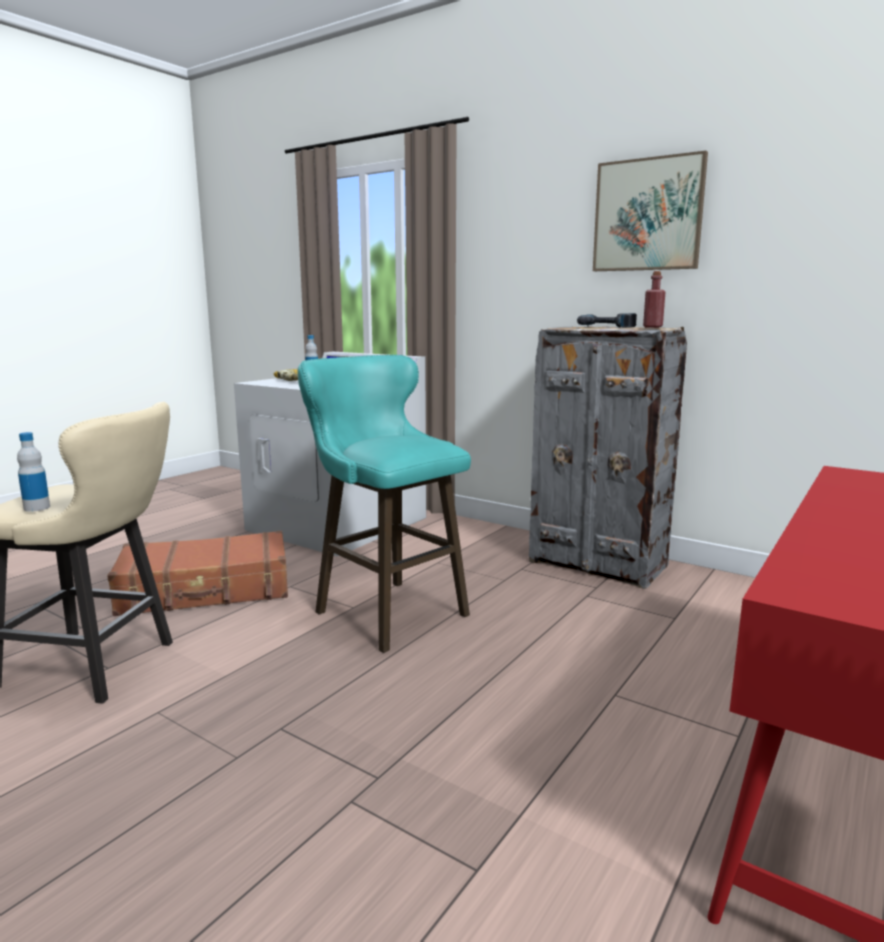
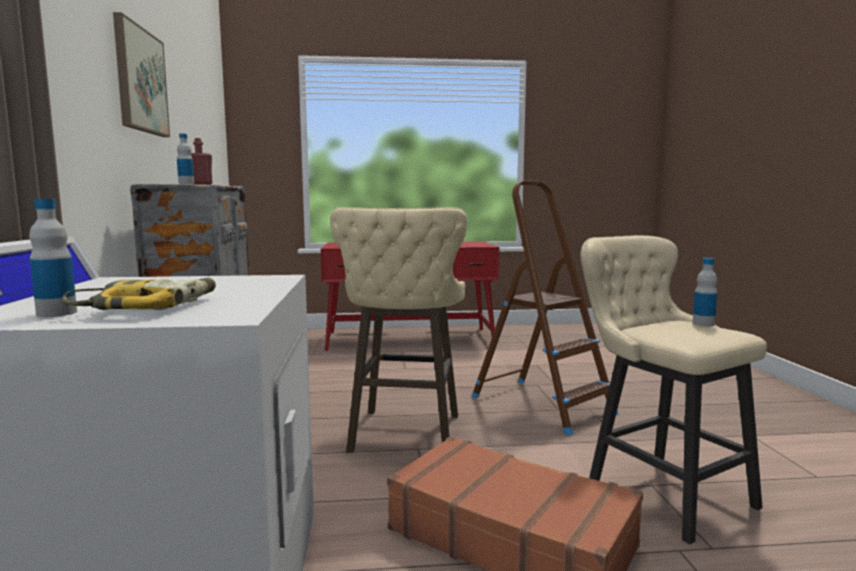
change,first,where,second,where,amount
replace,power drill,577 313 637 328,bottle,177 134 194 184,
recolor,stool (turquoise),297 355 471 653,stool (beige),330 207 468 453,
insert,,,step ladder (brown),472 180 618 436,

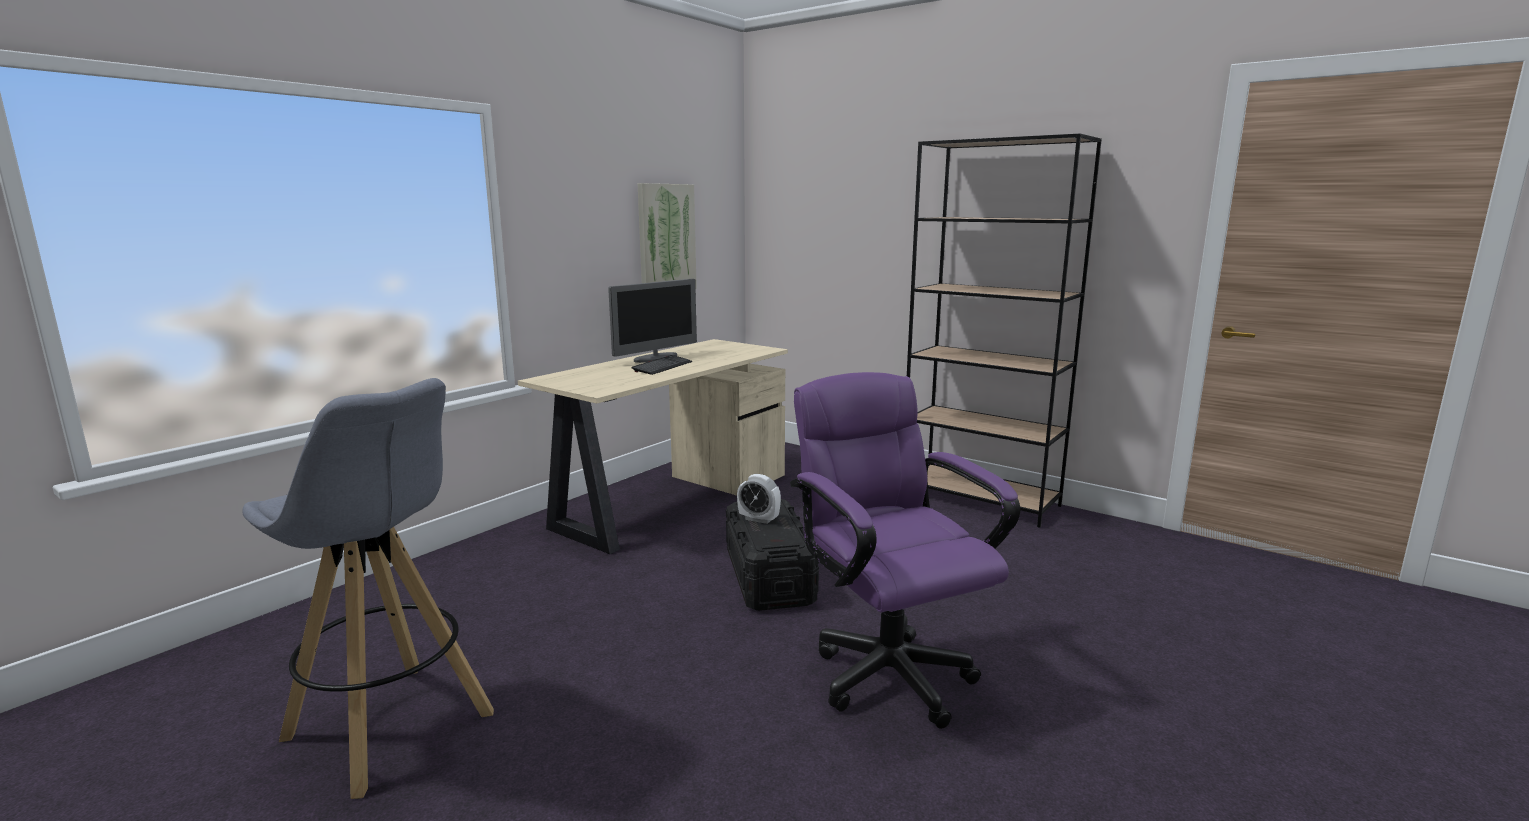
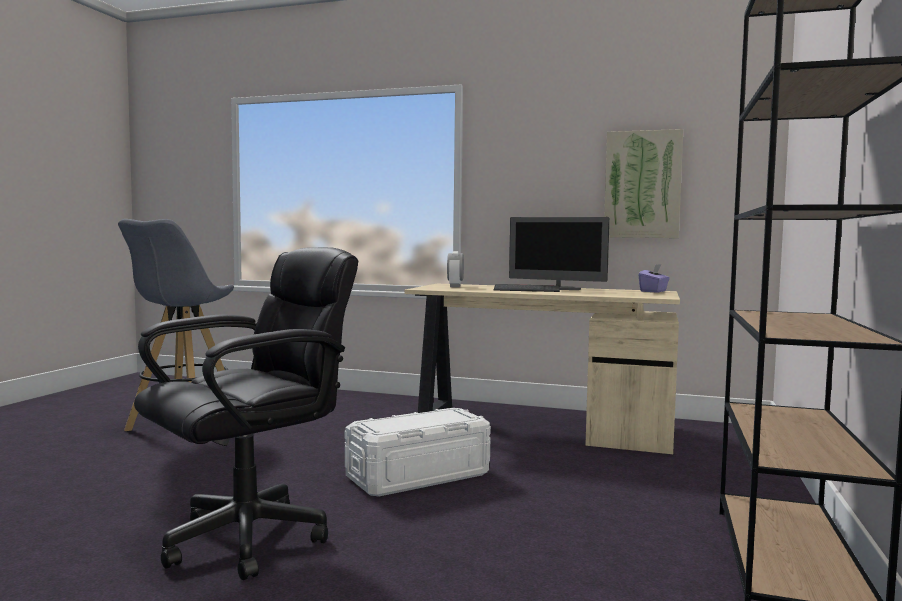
change,first,where,second,where,amount
recolor,office chair (purple),790 372 1020 729,office chair (black),134 247 358 580,
move,alarm clock,737 474 781 524,,447 251 464 287,
recolor,storage box (black),726 499 819 611,storage box (white),345 408 491 496,
insert,,,tissue box (purple),639 264 670 293,

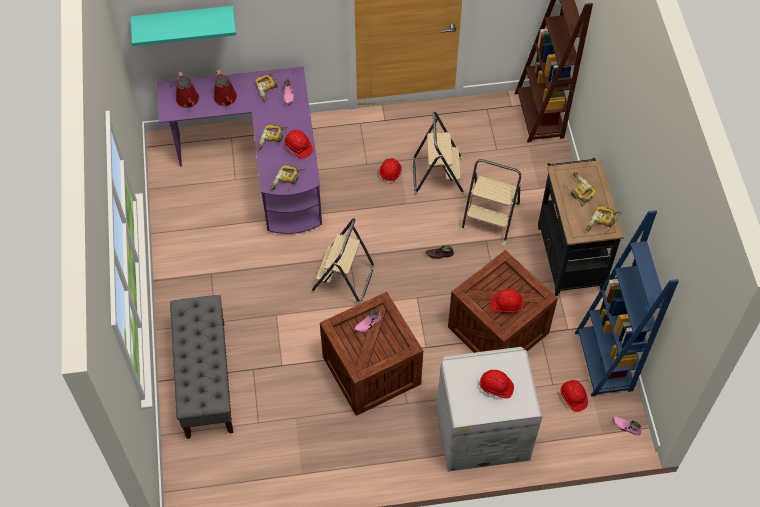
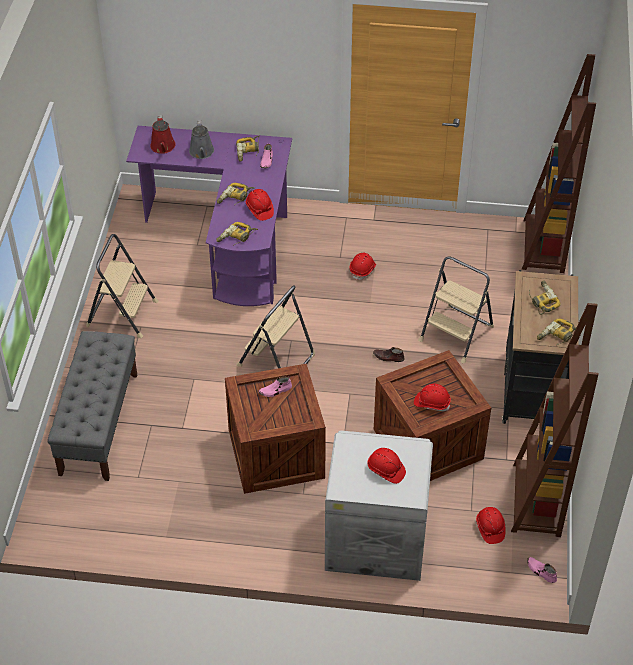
change,first,where,second,where,amount
delete,shelf (turquoise),131 6 236 46,,,
recolor,watering can (red),214 70 237 106,watering can (grey),189 120 214 159,
move,step ladder (beige),413 112 466 195,,86 234 159 338,
recolor,bookcase (blue),575 210 679 397,bookcase (brown),511 303 598 537,

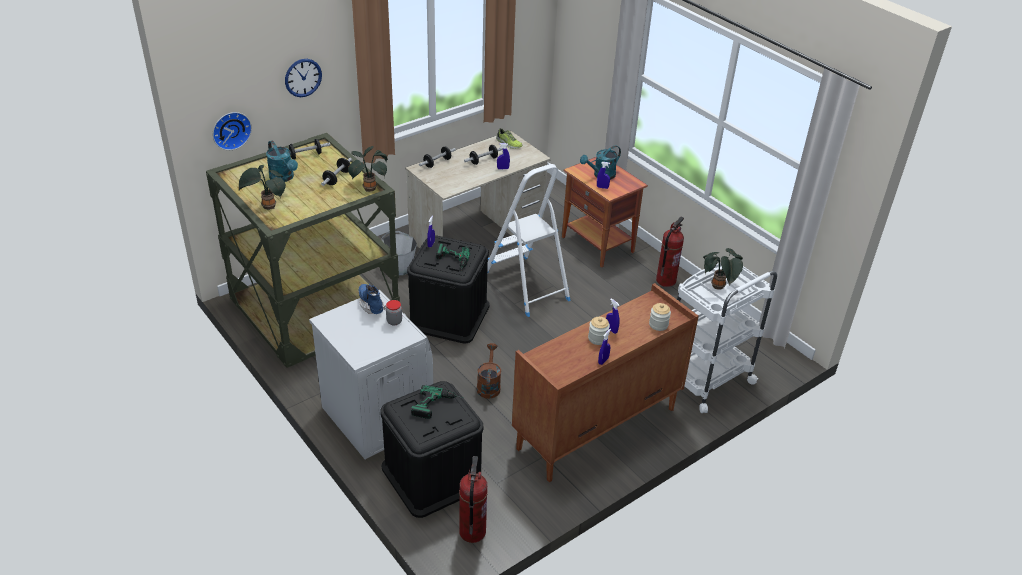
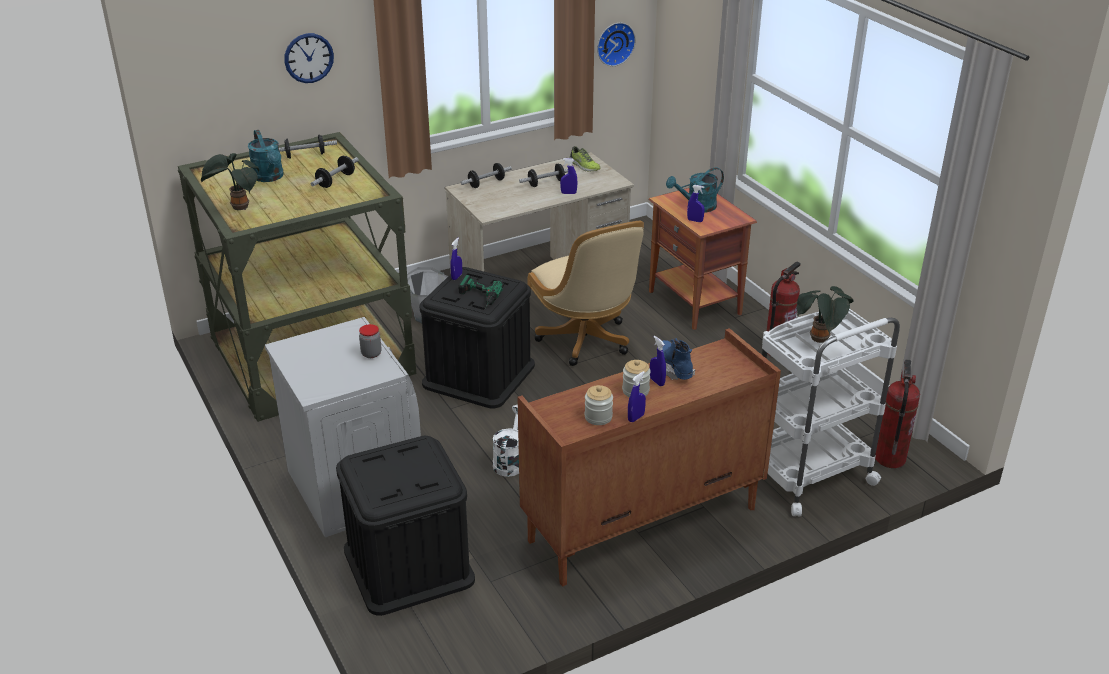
change,first,where,second,where,amount
move,wall clock,213 112 252 150,,597 22 636 66,
delete,potted plant,348 146 388 192,,,
replace,step ladder (white),487 164 570 317,office chair (beige),528 220 644 366,
move,boot (blue),359 284 386 314,,657 338 695 380,
move,jar,649 303 671 331,,584 385 613 425,
recolor,watering can (brown),477 343 501 399,watering can (white),493 405 519 477,
delete,power drill,411 385 464 419,,,
move,fire extinguisher,459 456 488 543,,875 359 920 468,

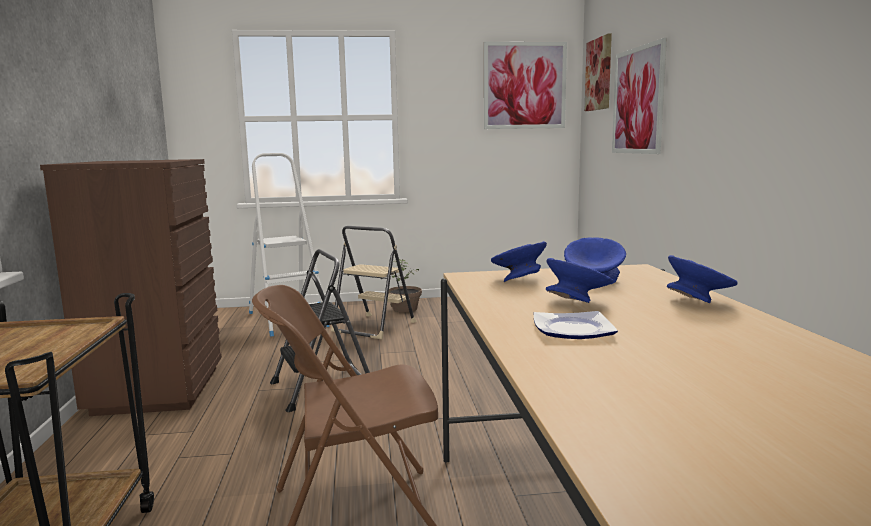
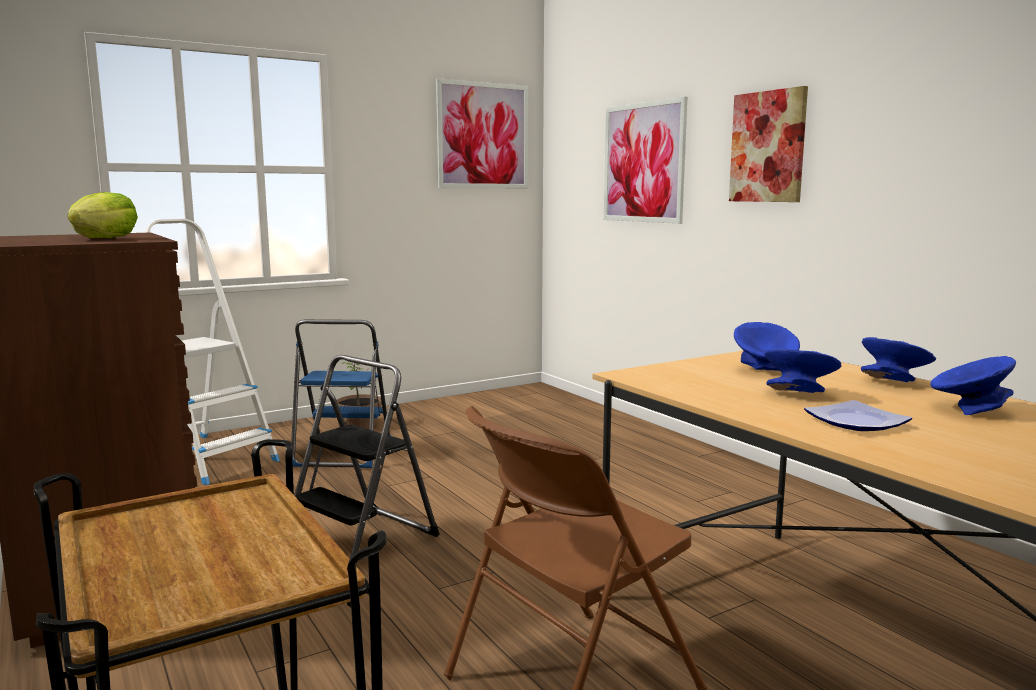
change,first,where,second,where,amount
move,picture,585 33 612 111,,729 86 808 202,
recolor,step ladder (beige),331 226 417 339,step ladder (blue),291 319 391 468,
move,bowl (blue),491 241 547 282,,930 356 1016 415,
insert,,,lettuce,68 192 138 238,

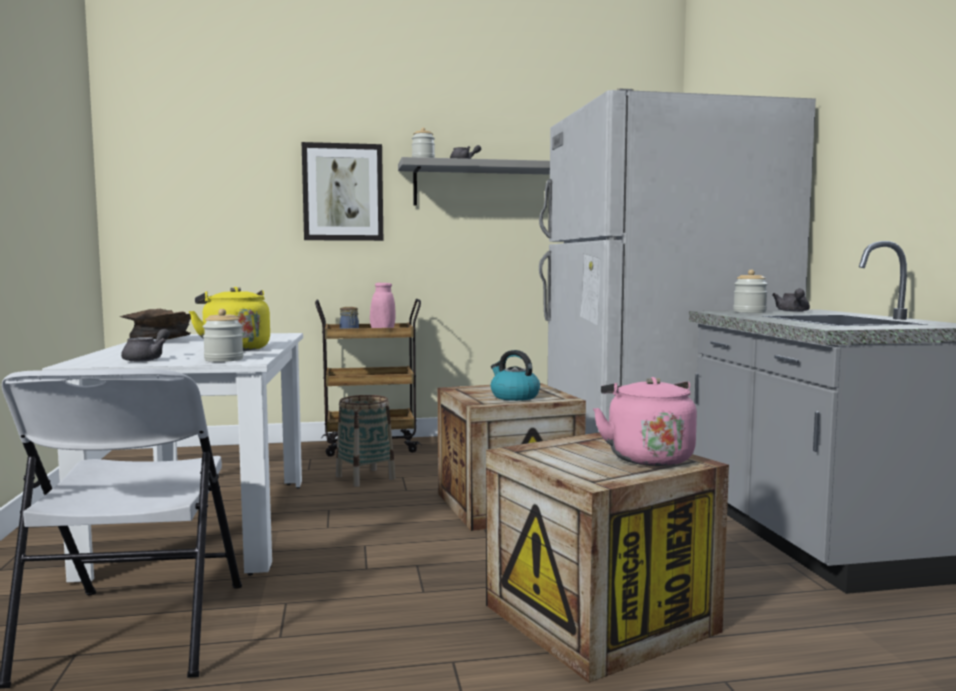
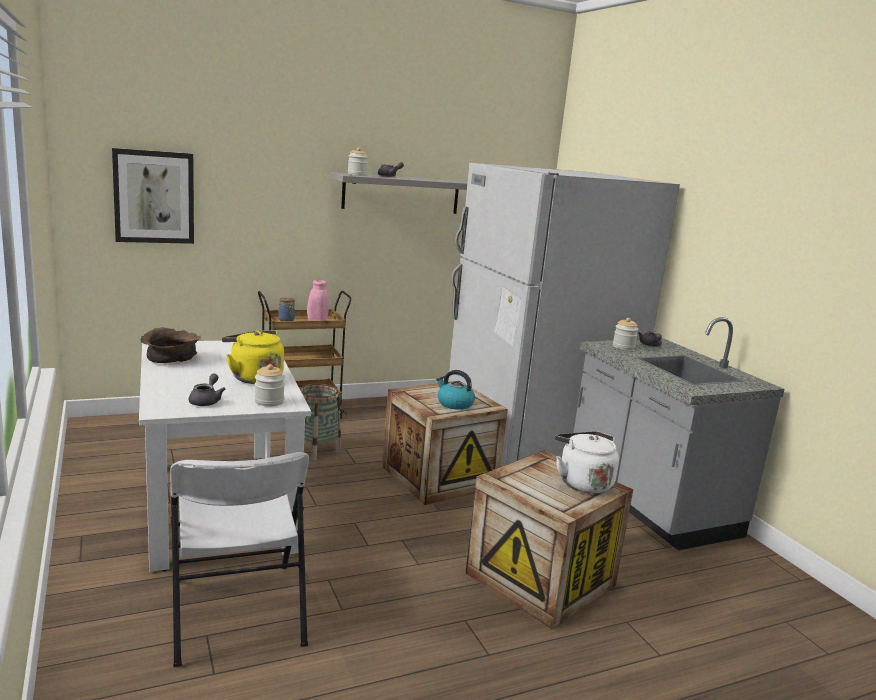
change,first,where,second,where,amount
move,picture,302 142 383 241,,112 148 194 244,
recolor,kettle (pink),593 377 697 466,kettle (white),555 431 619 494,

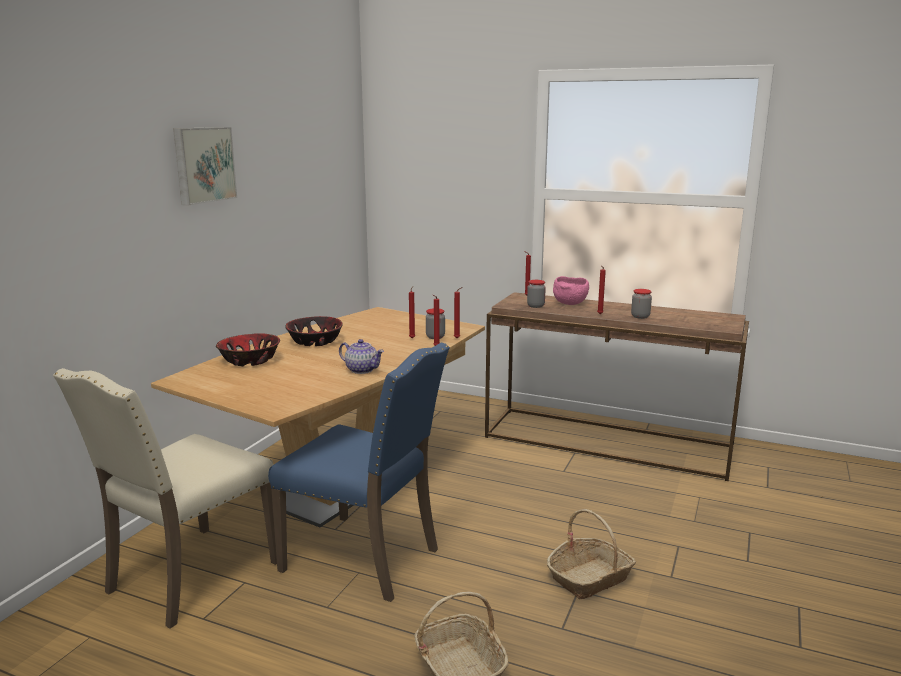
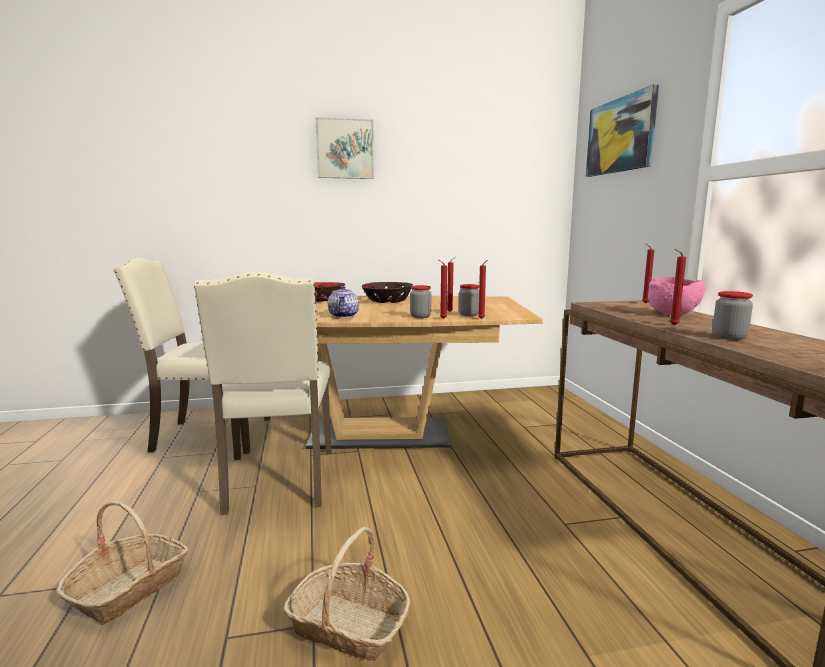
change,first,where,second,where,amount
move,jar,527 280 546 308,,410 285 431 318,
recolor,chair (blue),268 343 450 602,chair (beige),194 271 332 515,
insert,,,picture,586 84 659 177,

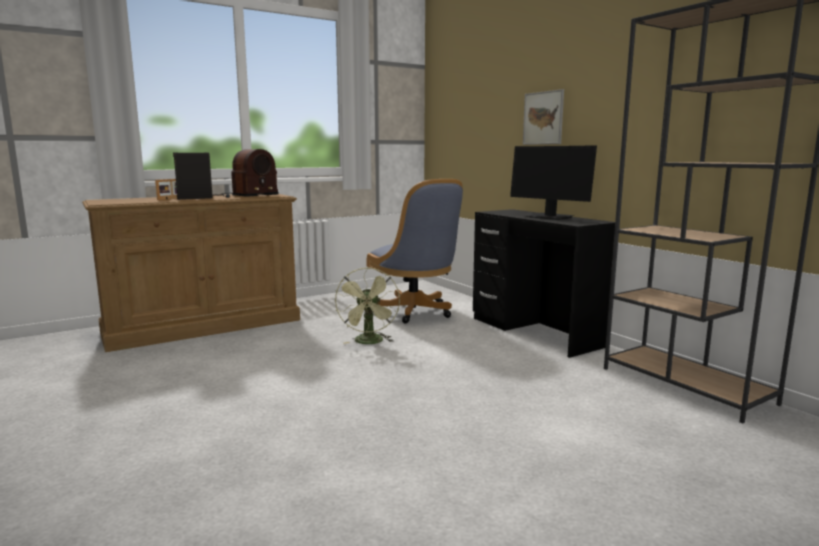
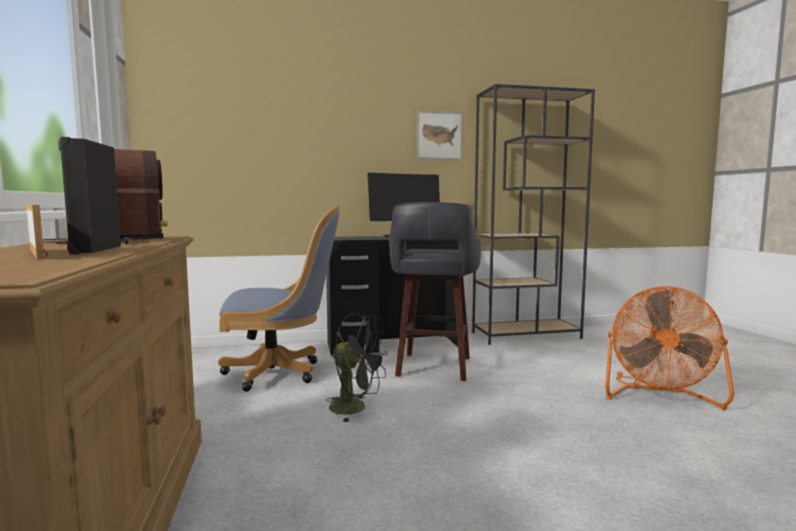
change,first,where,second,where,amount
move,picture,523 89 564 145,,417 111 463 160,
recolor,fan (green),335 267 400 344,fan (black),326 313 387 422,
insert,,,stool (grey),389 202 481 381,
insert,,,fan (orange),605 286 734 410,

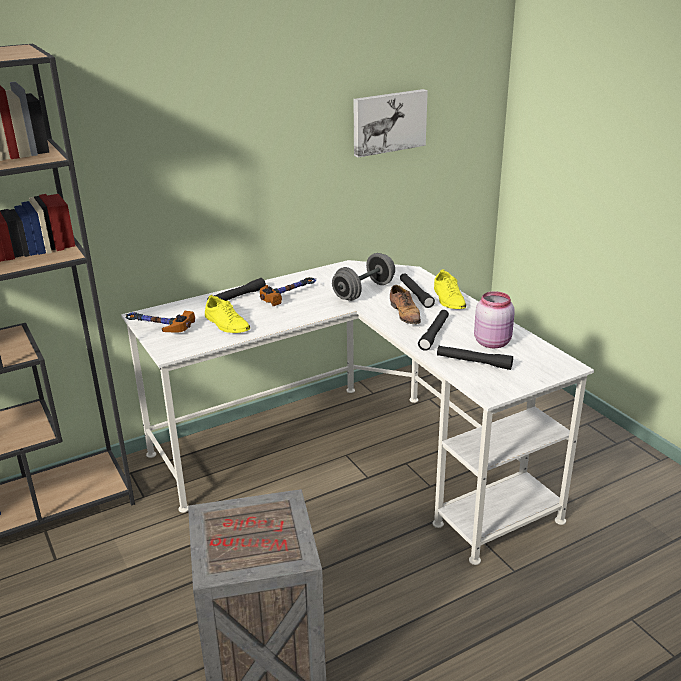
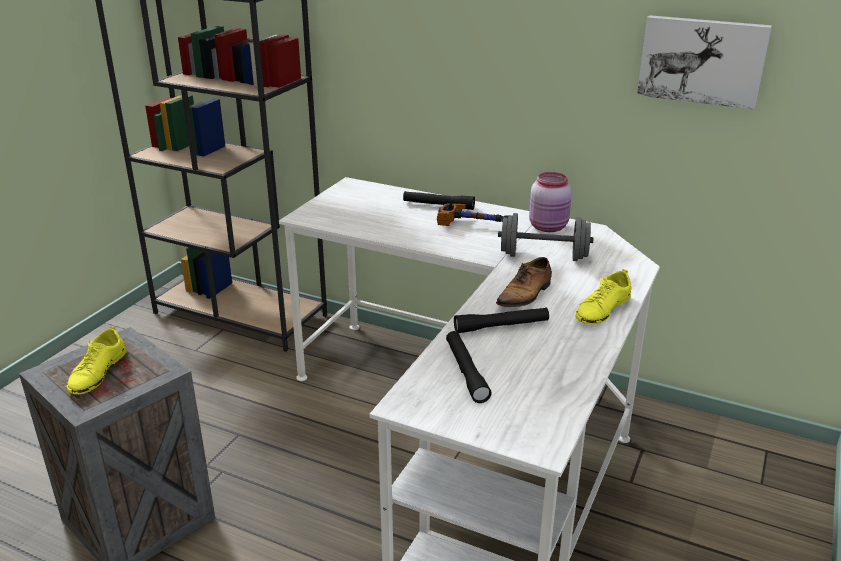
change,first,where,second,where,amount
delete,flashlight (black),400 273 435 308,,,
move,jar (pink),474 291 515 348,,529 172 572 232,
move,shoe (yellow),205 295 250 333,,67 326 127 394,
delete,hammer,125 310 195 332,,,

